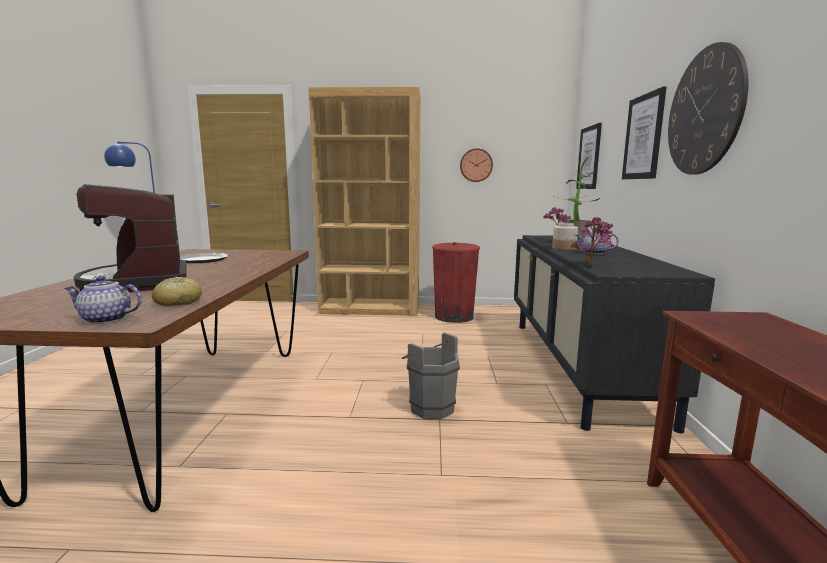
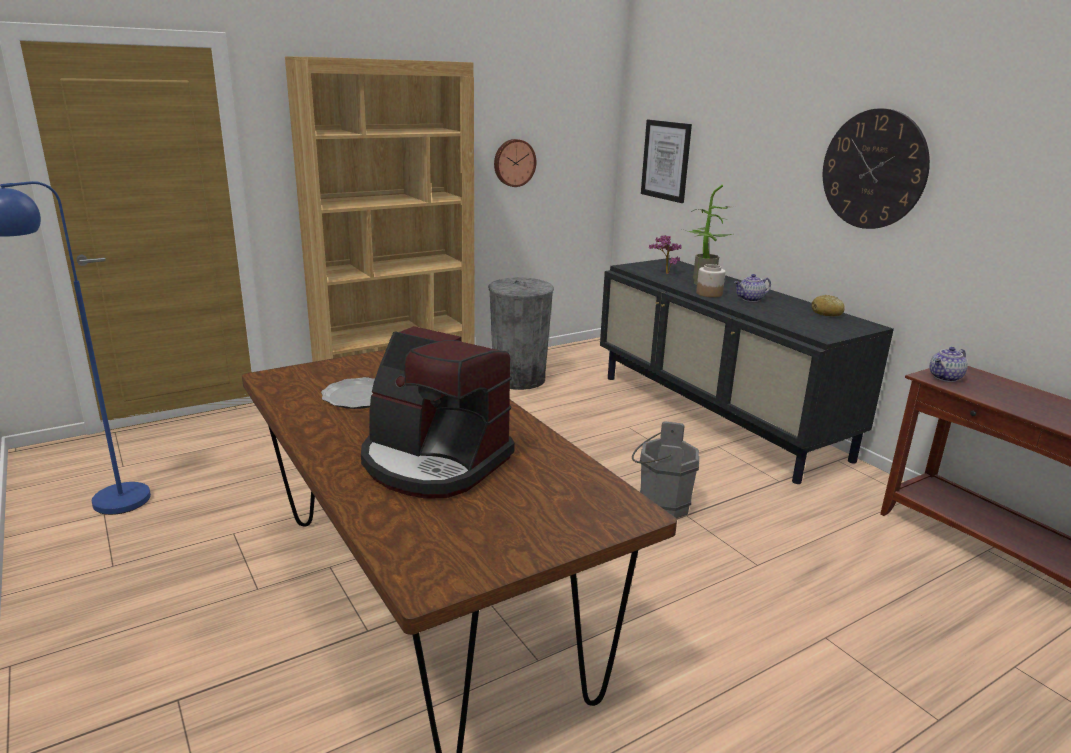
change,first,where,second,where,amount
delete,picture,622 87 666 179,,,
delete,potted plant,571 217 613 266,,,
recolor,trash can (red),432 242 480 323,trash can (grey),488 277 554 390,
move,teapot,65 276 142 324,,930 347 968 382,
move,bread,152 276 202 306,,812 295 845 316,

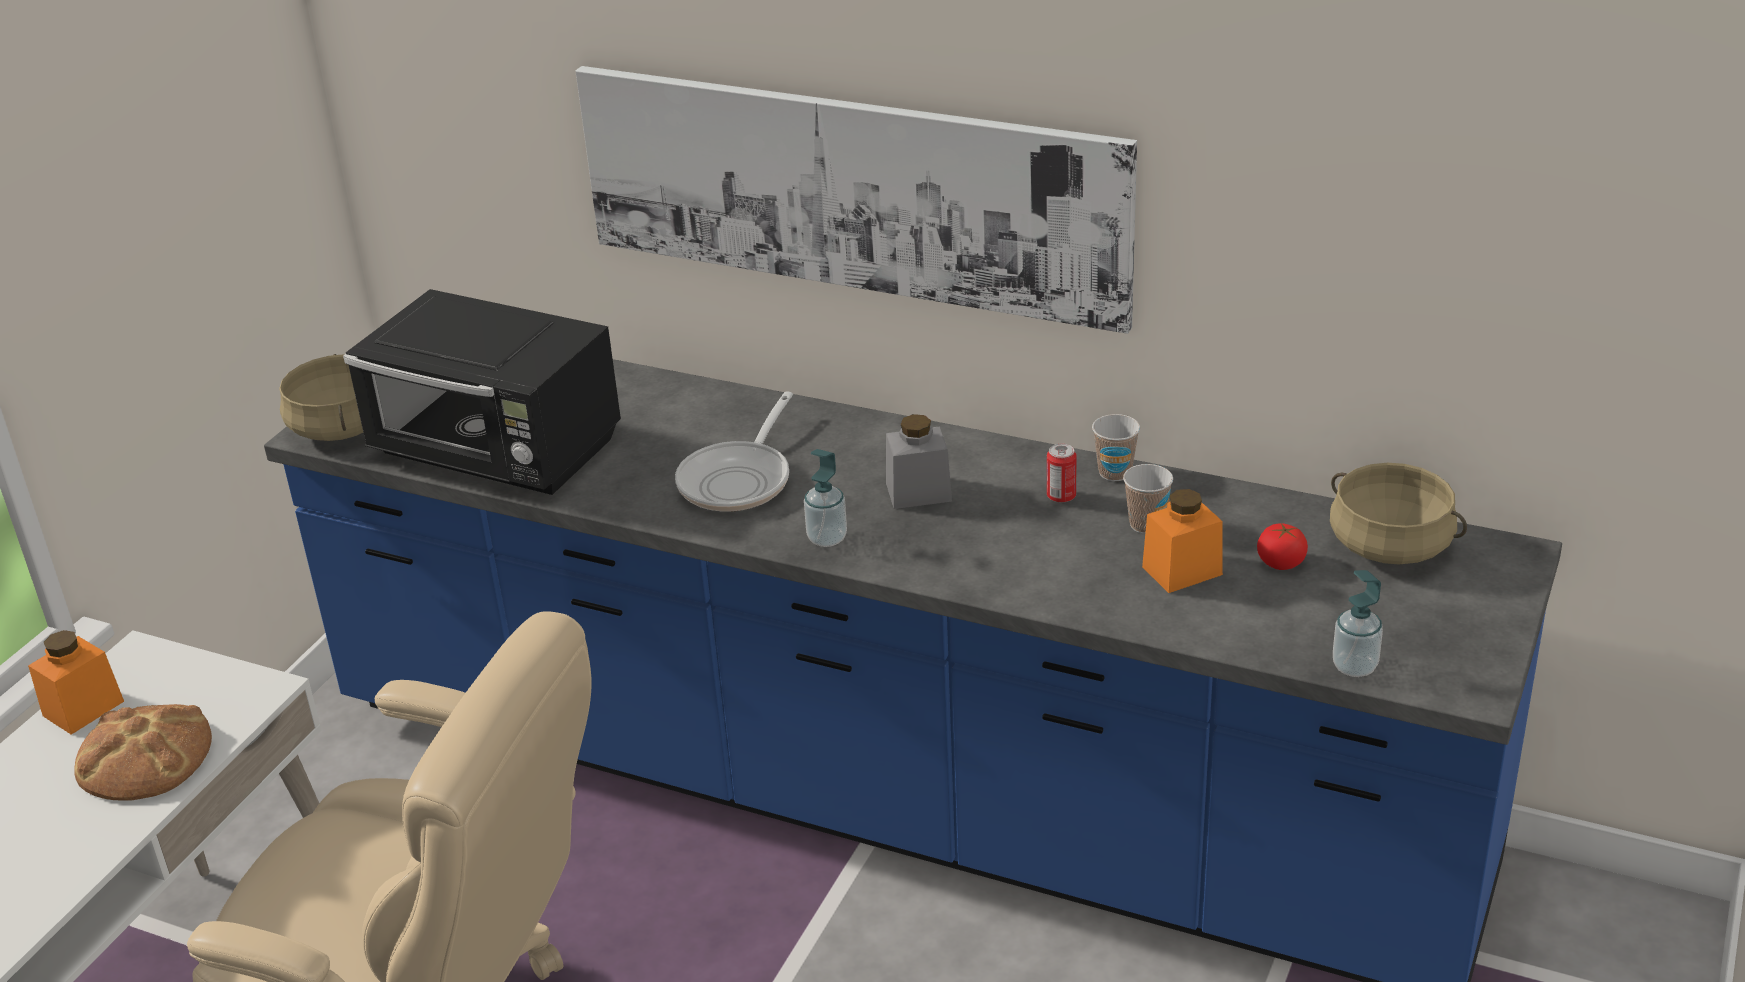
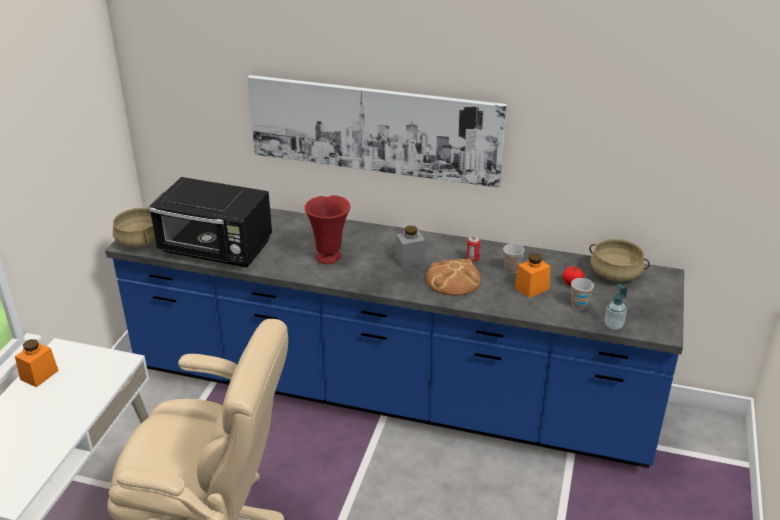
change,first,where,second,where,amount
replace,frying pan,675 391 793 512,vase (red),304 195 350 264,
move,cup,1092 414 1140 481,,571 278 594 310,
delete,soap dispenser,804 449 847 547,,,
move,bread,75 704 212 801,,426 258 481 296,

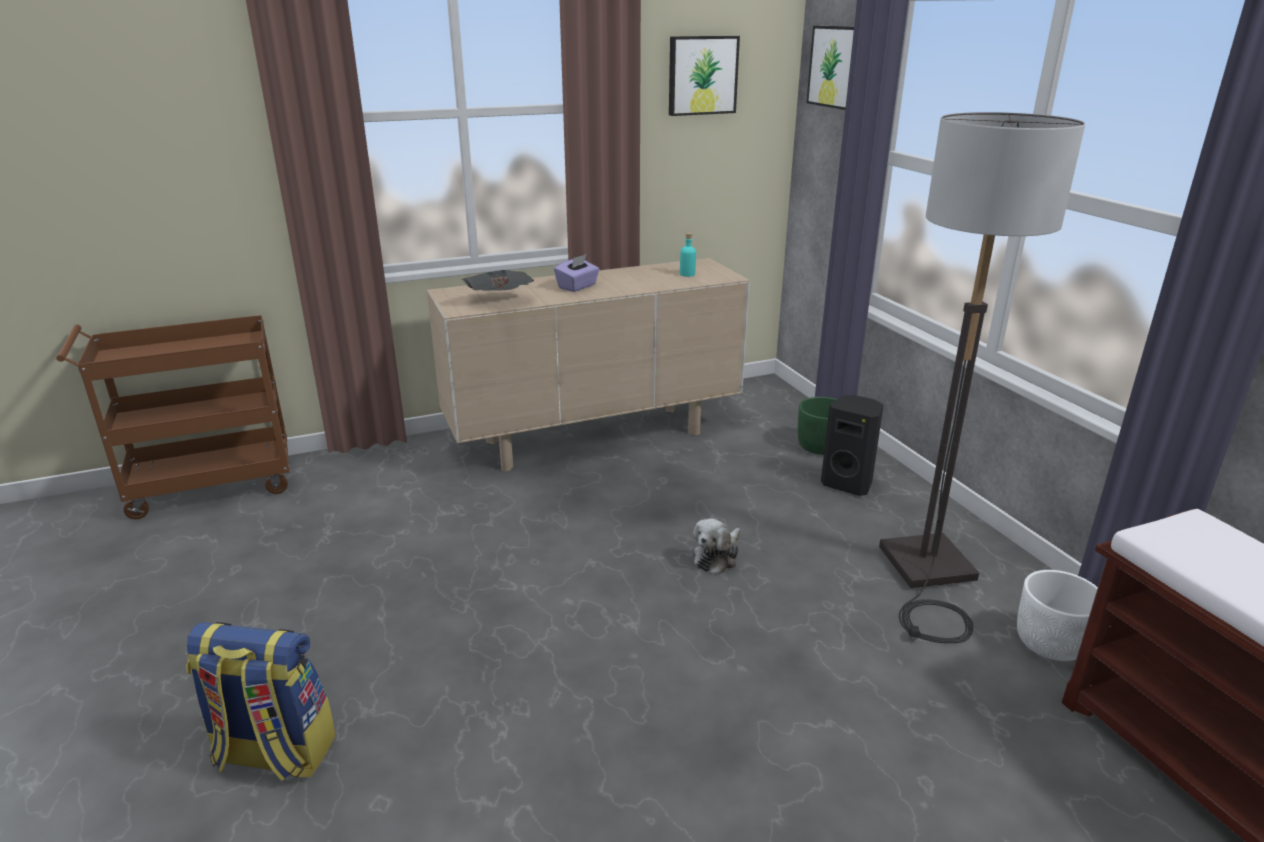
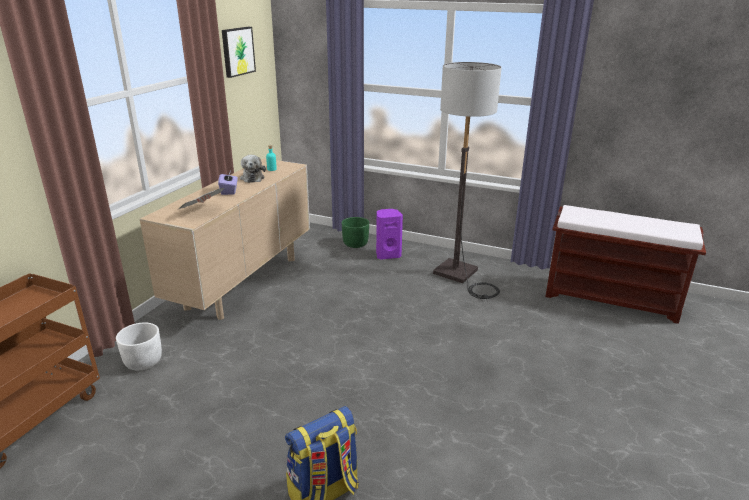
change,first,where,second,where,amount
delete,picture,807 26 854 110,,,
recolor,speaker (black),821 395 883 496,speaker (purple),376 209 403 259,
move,plush toy,693 519 741 575,,240 155 266 183,
move,planter (white),1017 570 1098 661,,116 322 162 371,

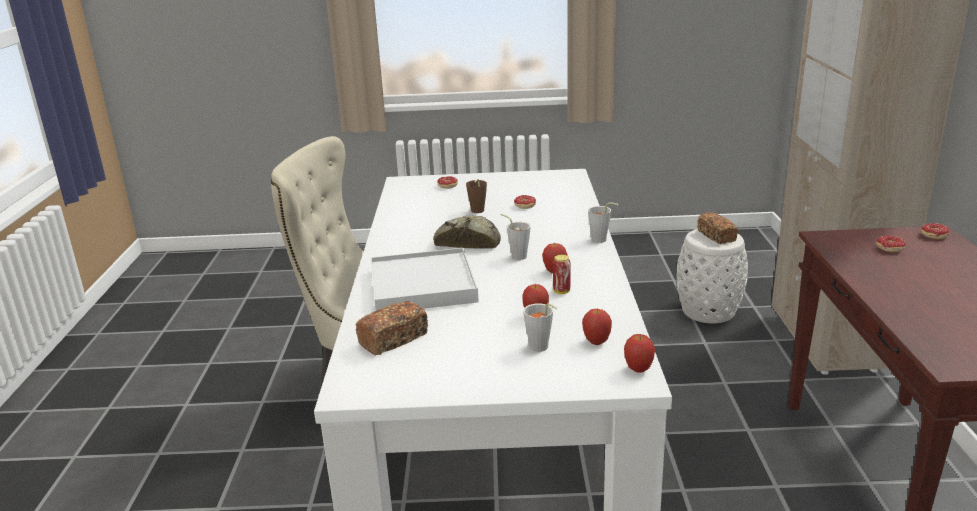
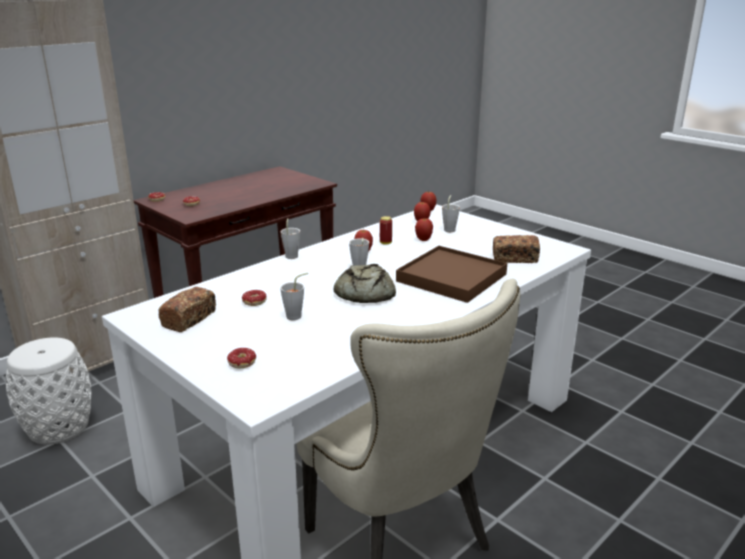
change,first,where,second,where,amount
recolor,cup (brown),466 179 487 213,cup (grey),280 273 308 320,
move,bread,697 212 738 244,,158 287 216 332,
recolor,tray (white),371 248 479 311,tray (brown),396 246 507 303,

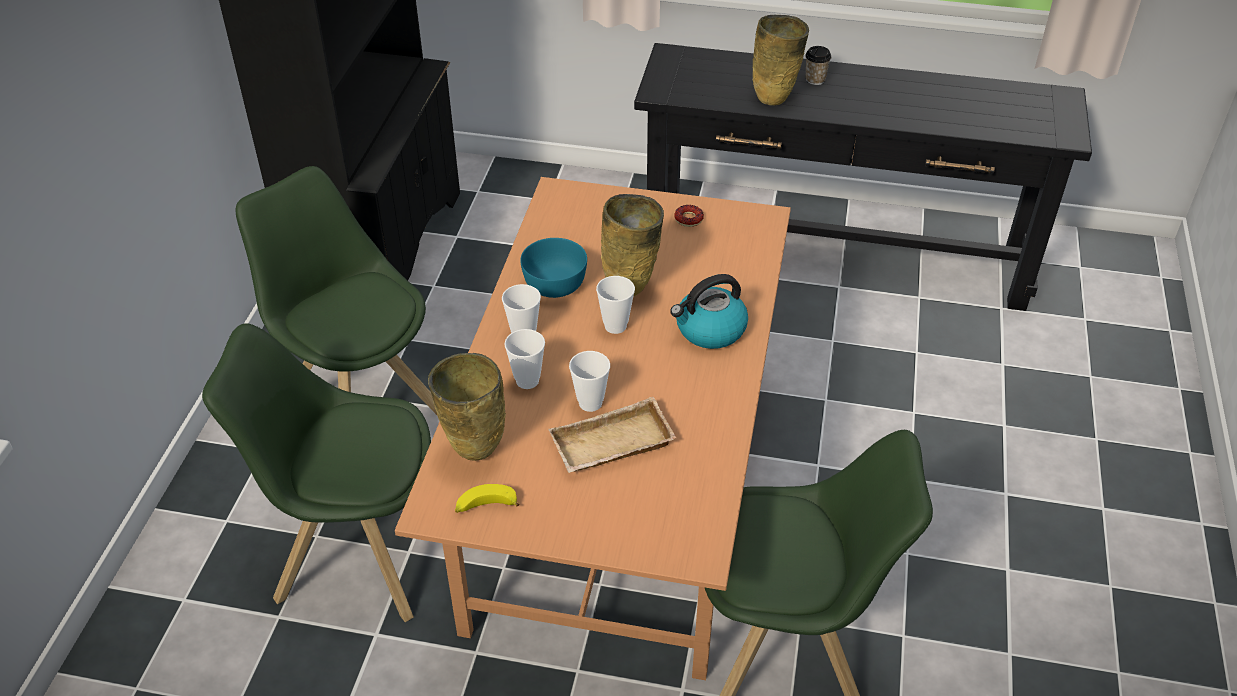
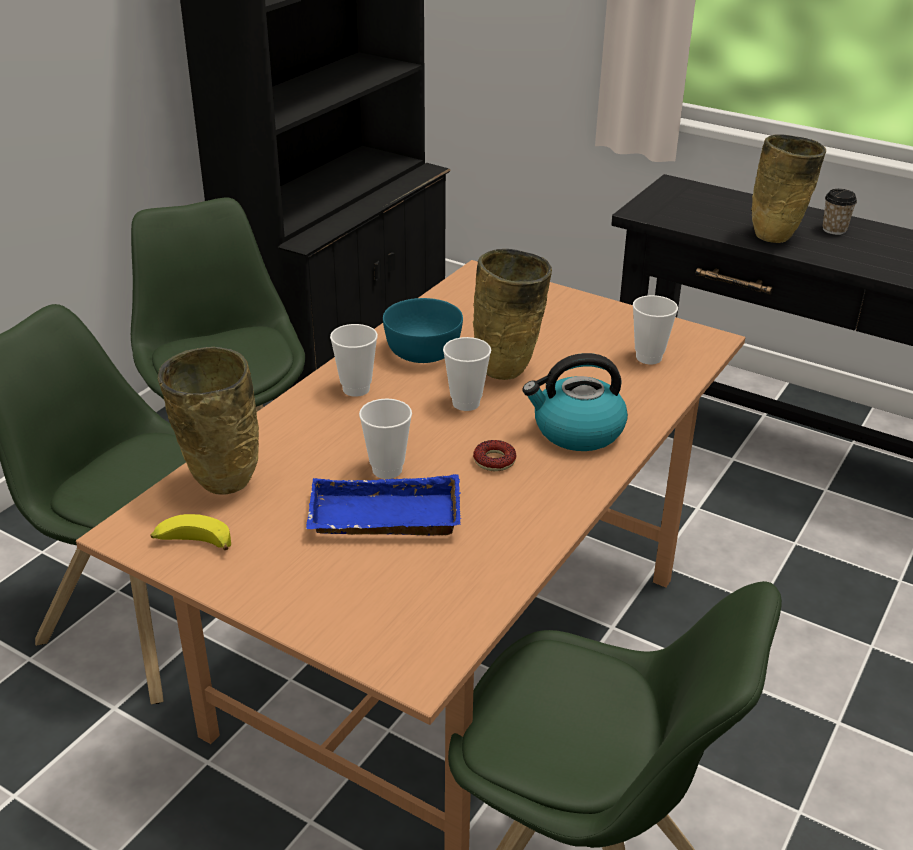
change,first,where,second,where,amount
move,donut,674 205 704 227,,473 440 516 471,
move,cup,505 329 545 389,,633 295 678 365,
recolor,tray (beige),548 397 676 473,tray (blue),306 474 461 536,

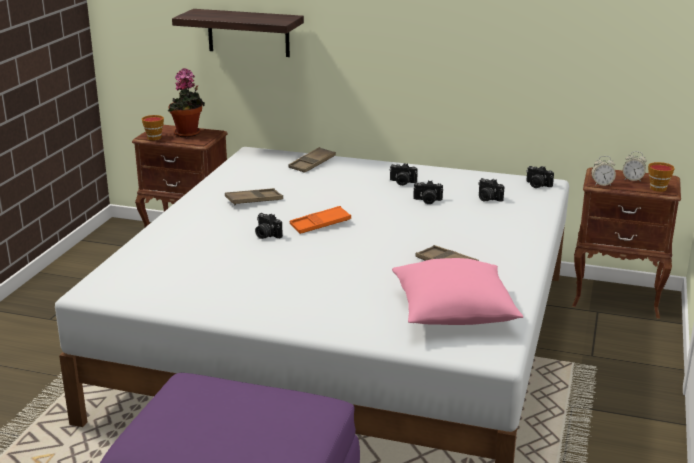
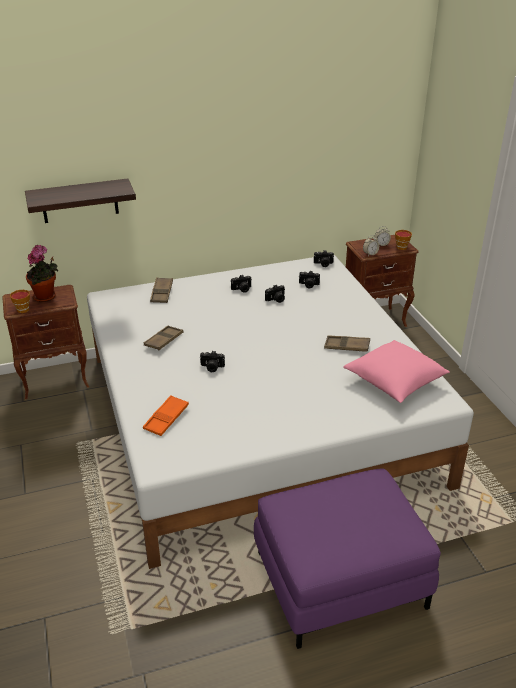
change,first,where,second,where,amount
move,tray (orange),290 206 351 234,,143 395 189 436,

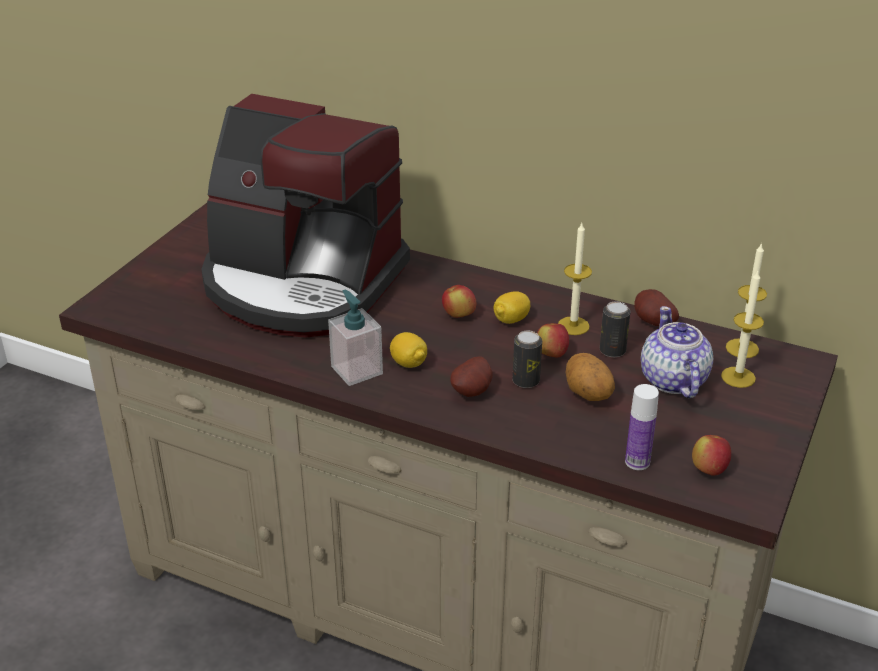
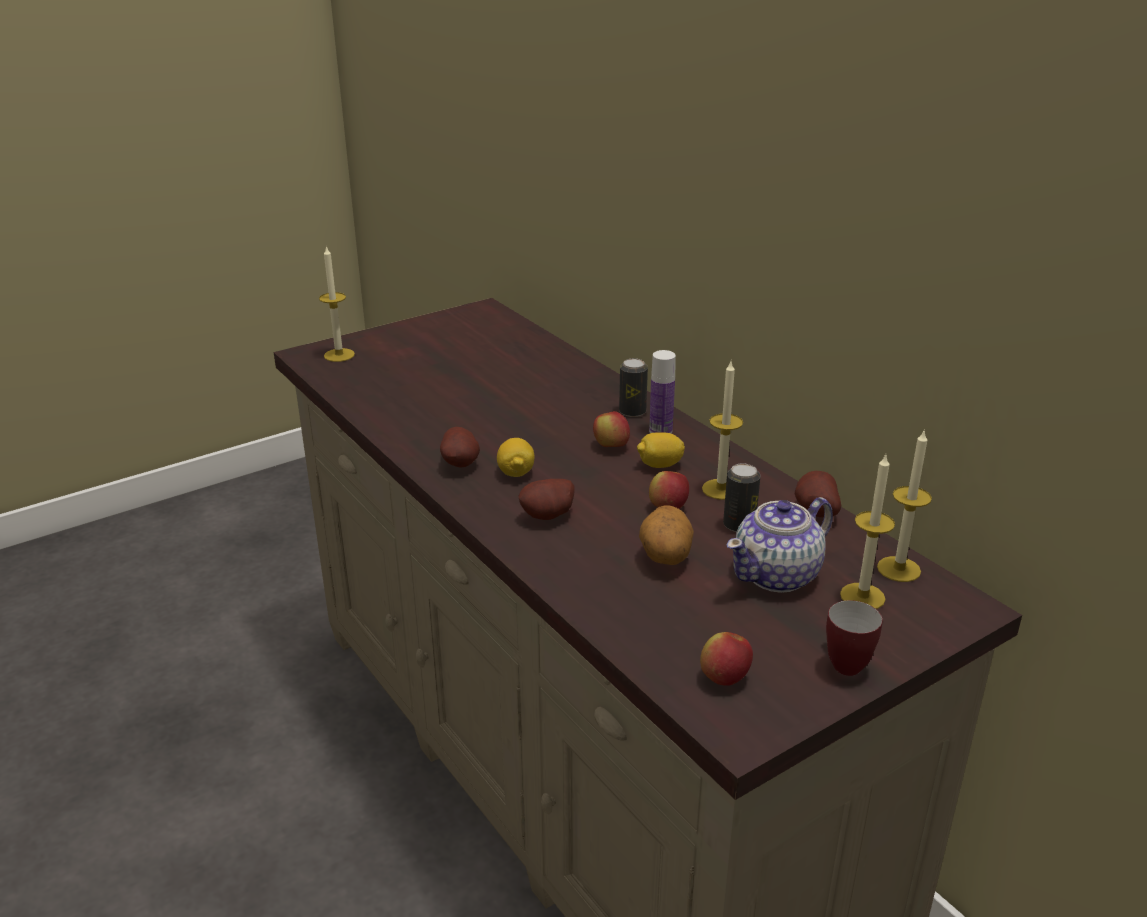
change,first,where,second,where,amount
delete,coffee machine,201 94 410 338,,,
replace,soap dispenser,328 290 383 386,potato,440 427 480 468,
rotate,teapot,641 306 713 398,,727 497 833 593,150 degrees counterclockwise
move,can,513 330 542 388,,619 358 648 417,
move,bottle,625 384 659 470,,649 350 676 434,
insert,,,candle,319 246 355 362,
insert,,,mug,826 600 883 676,

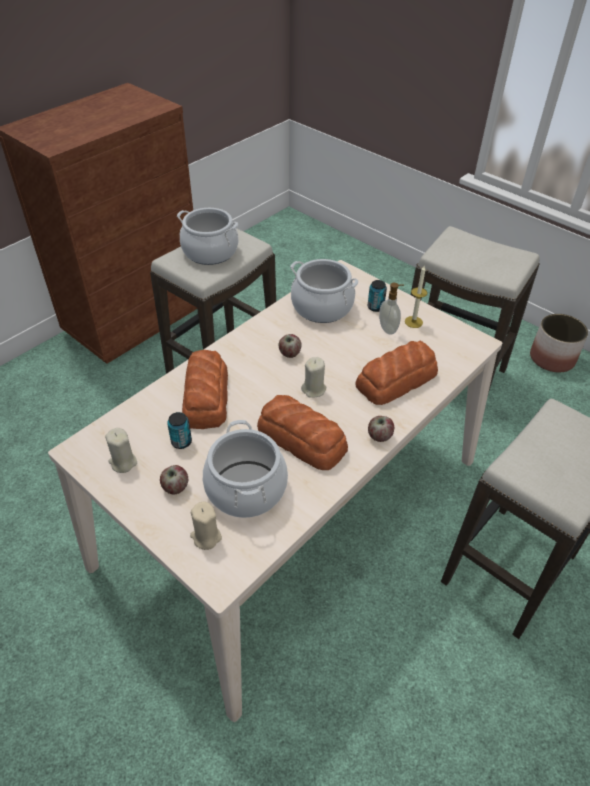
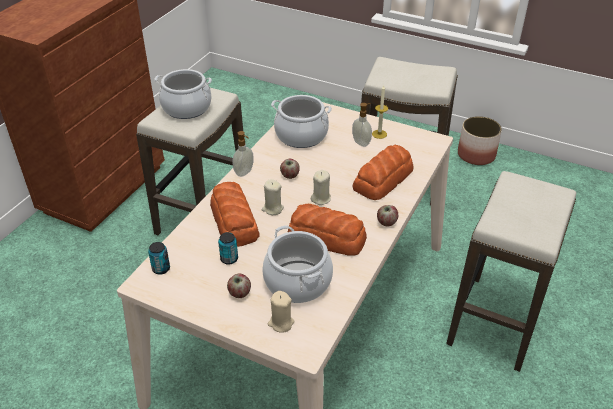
change,first,where,second,where,amount
move,can,367 280 387 312,,148 242 170 275,
move,candle (beige),105 428 137 473,,262 179 284 215,
insert,,,soap dispenser,233 131 254 177,

